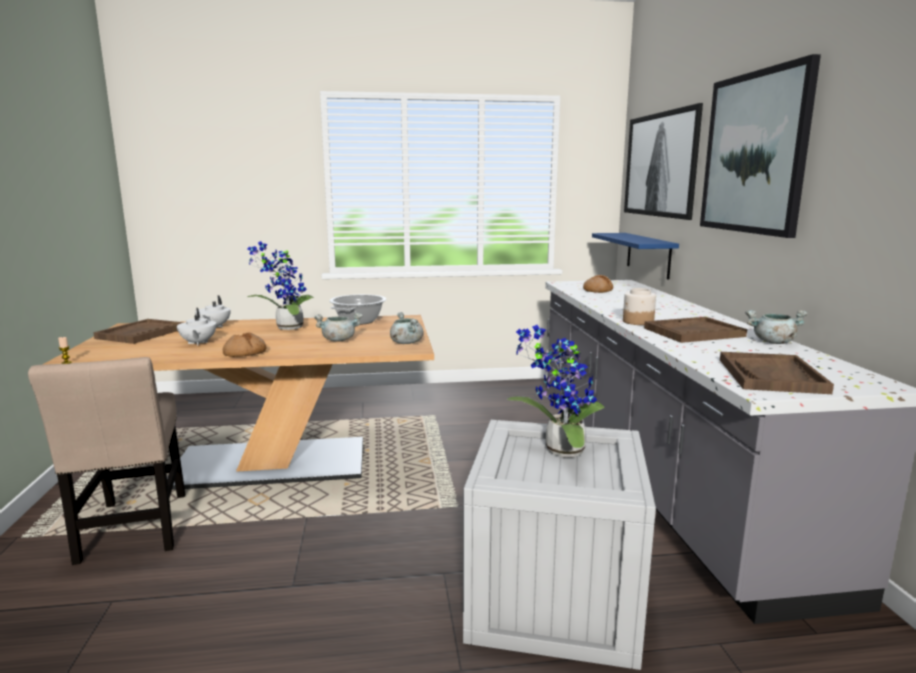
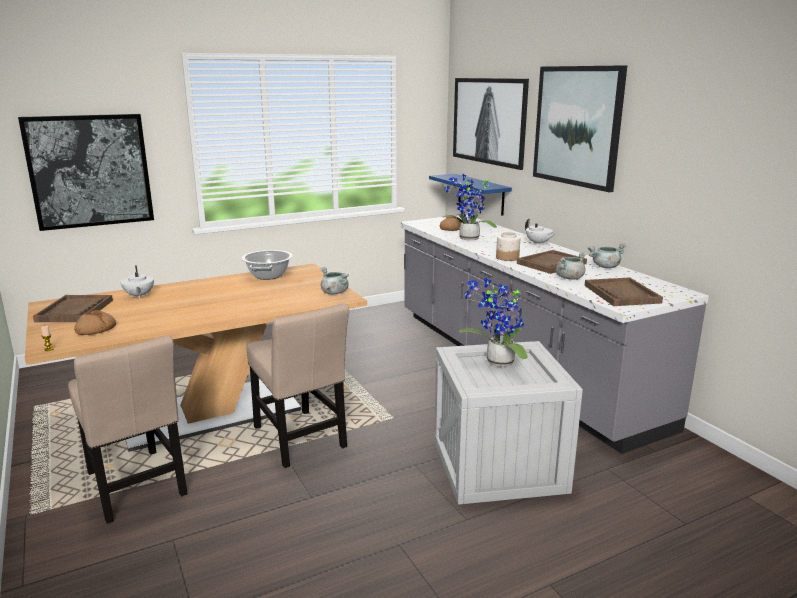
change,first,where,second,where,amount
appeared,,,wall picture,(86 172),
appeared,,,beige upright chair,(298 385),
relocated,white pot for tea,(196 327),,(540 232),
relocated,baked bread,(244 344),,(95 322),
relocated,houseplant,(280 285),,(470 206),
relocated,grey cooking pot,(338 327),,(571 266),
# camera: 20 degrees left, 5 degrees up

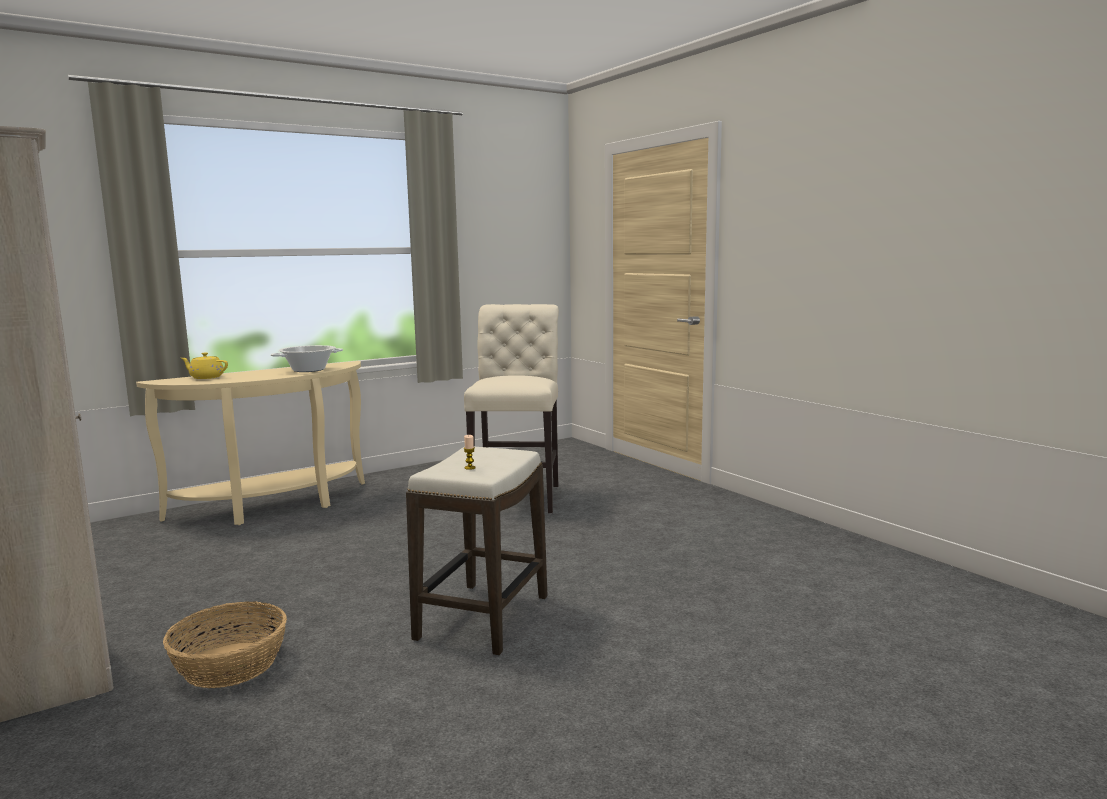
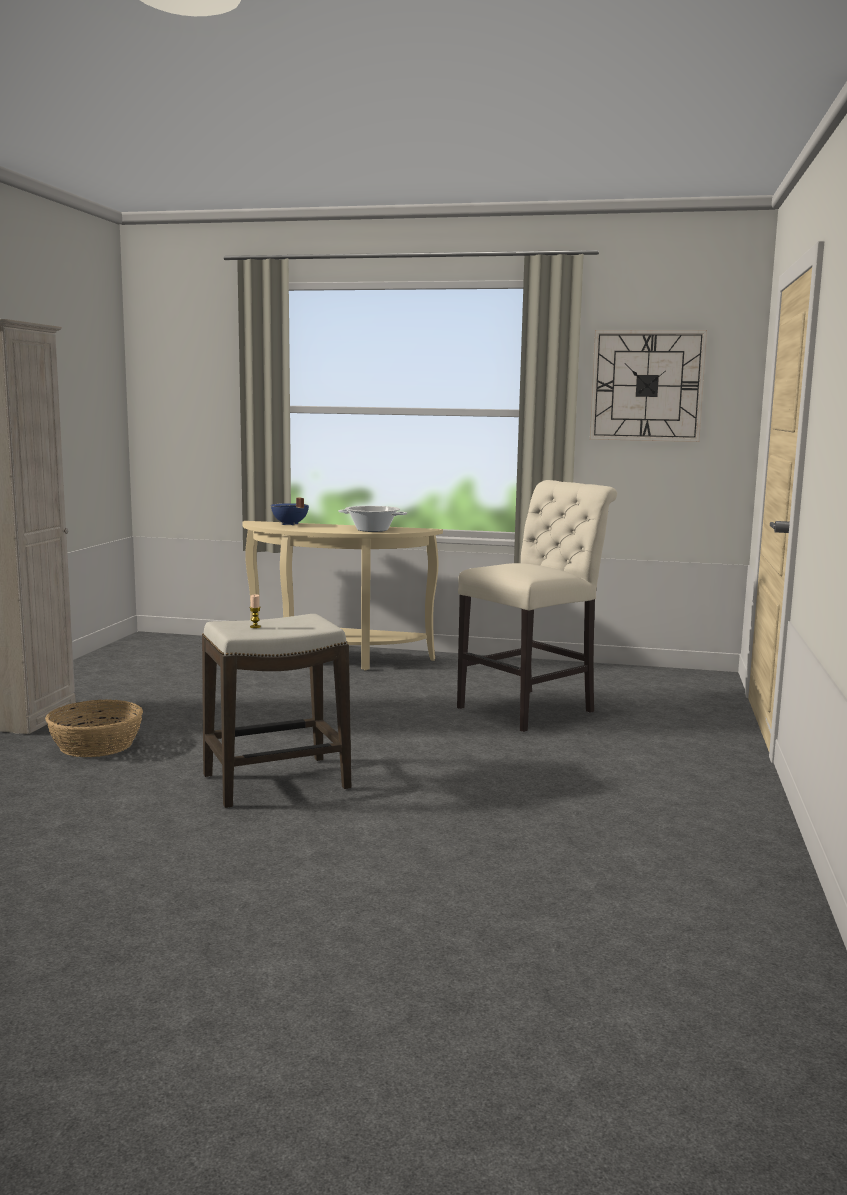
change,first,where,second,where,amount
appeared,,,clock on the wall,(648 386),
exchanged,yellowish pot for tea,(204 366),bluish cooking pot,(290 511),
# camera: 45 degrees right, 0 degrees up

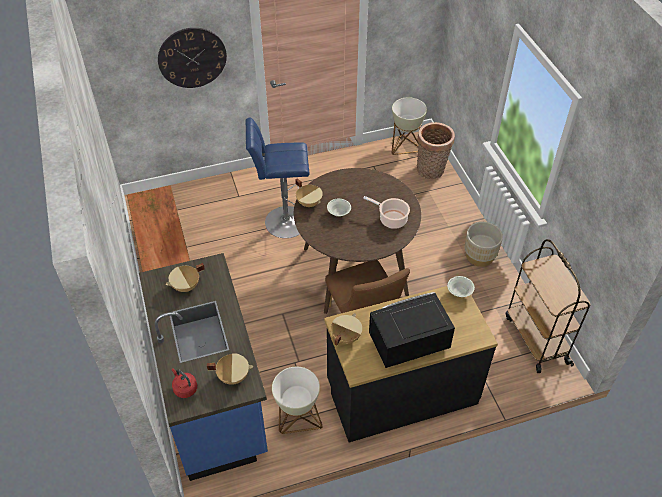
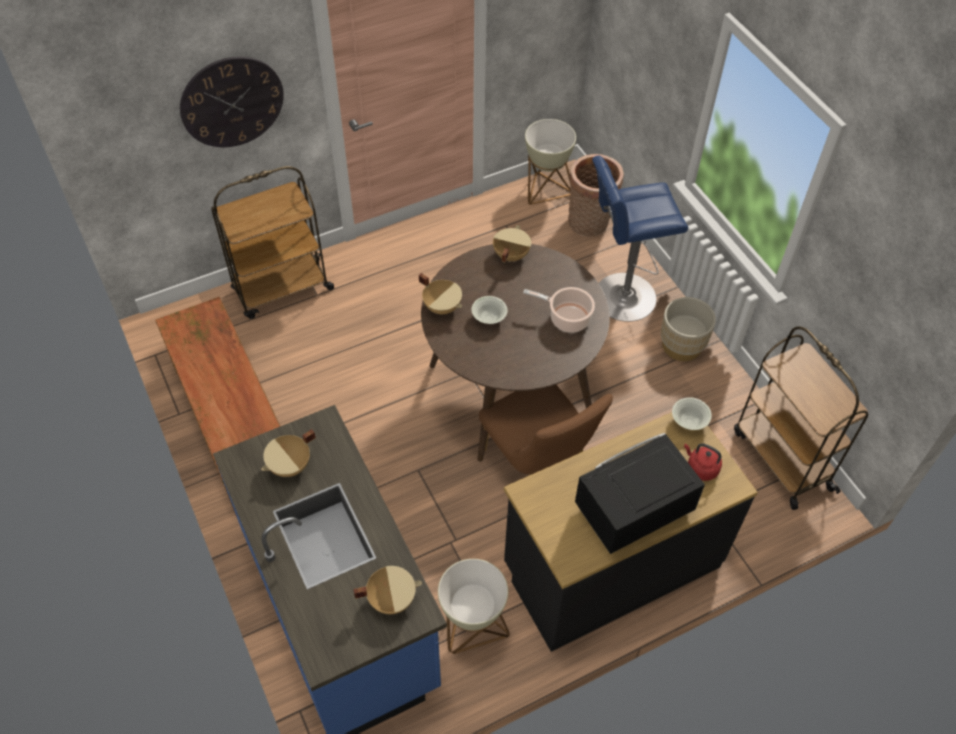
change,first,where,second,where,amount
appeared,,,brown-coloured trolley,(272 242),
relocated,reddish water kettle,(184 383),,(703 462),
relocated,bluish stool,(278 178),,(640 238),
relocated,beige cooking pot,(346 329),,(512 244),
# camera: 10 degrees left, 5 degrees up

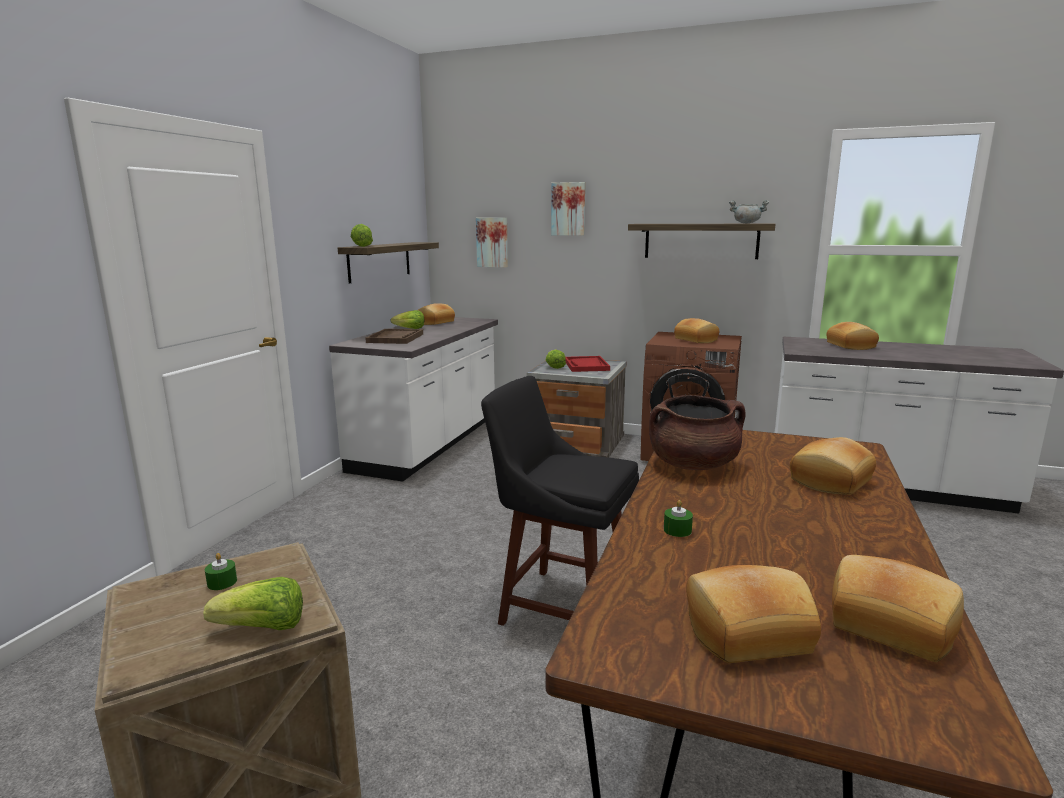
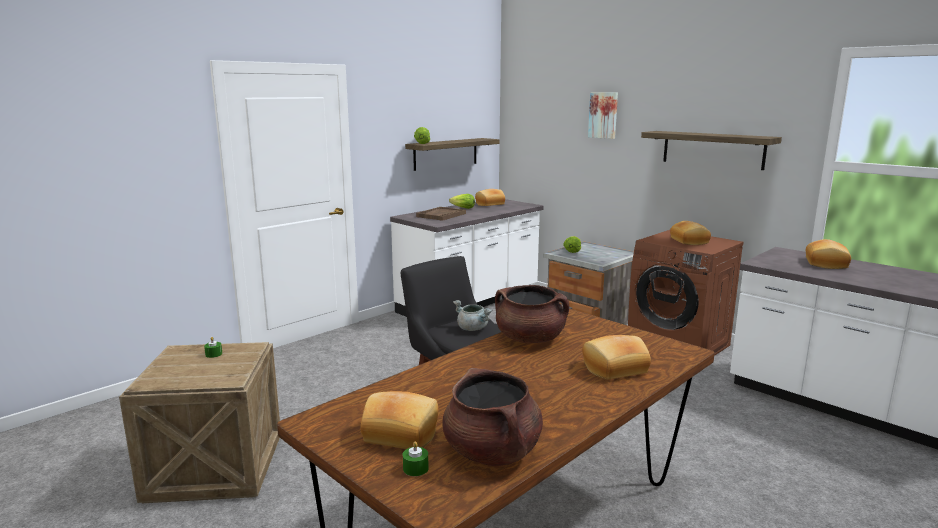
change,first,where,second,where,amount
missing,head of lettuce,(253 603),,,
missing,wall picture,(492 243),,,
missing,reddish tray,(587 364),,,
relocated,green-coloured candle,(678 518),,(416 458),
relocated,grey cooking pot,(749 211),,(472 315),
exchanged,baked bread,(898 608),brown-coloured cooking pot,(492 417),
# camera: 25 degrees right, 0 degrees up

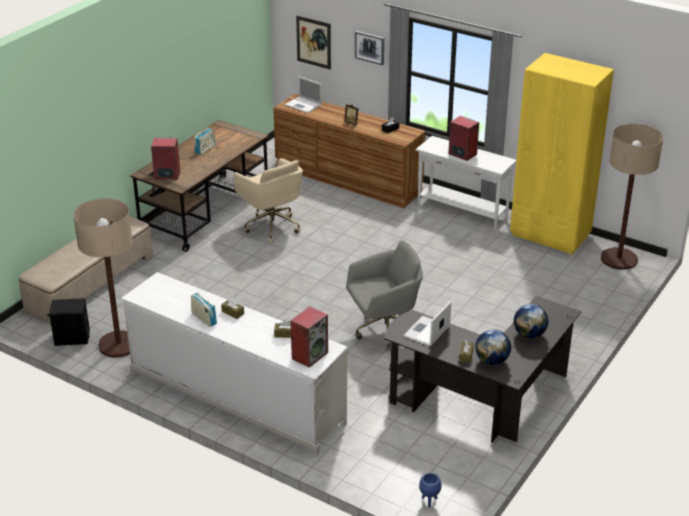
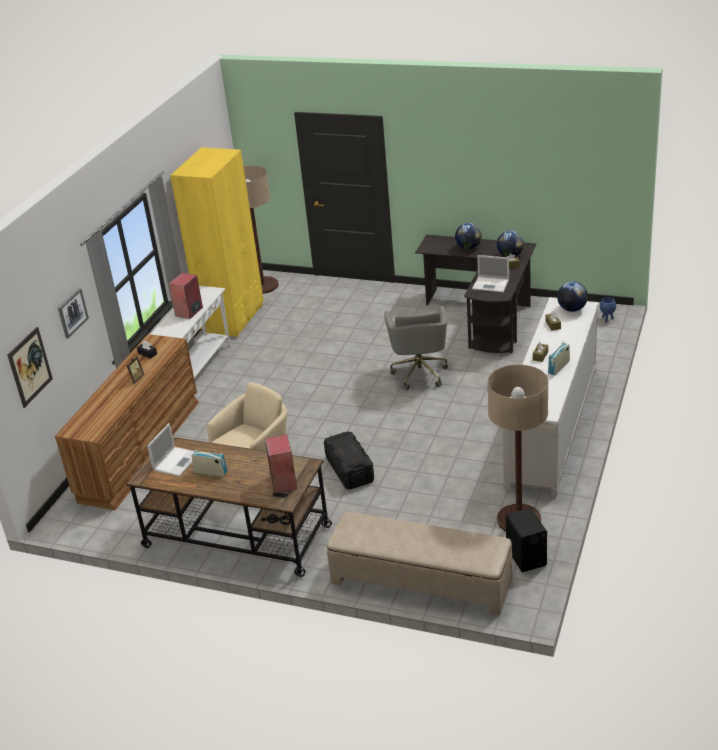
change,first,where,second,where,amount
appeared,,,blackish storage container,(349 461),
relocated,laptop,(303 94),,(170 450),
exchanged,loudspeaker,(309 337),desk globe,(572 296),
spun,grey office chair,(384 295),,(416 348),150 degrees counterclockwise
# camera: 100 degrees left, 0 degrees up

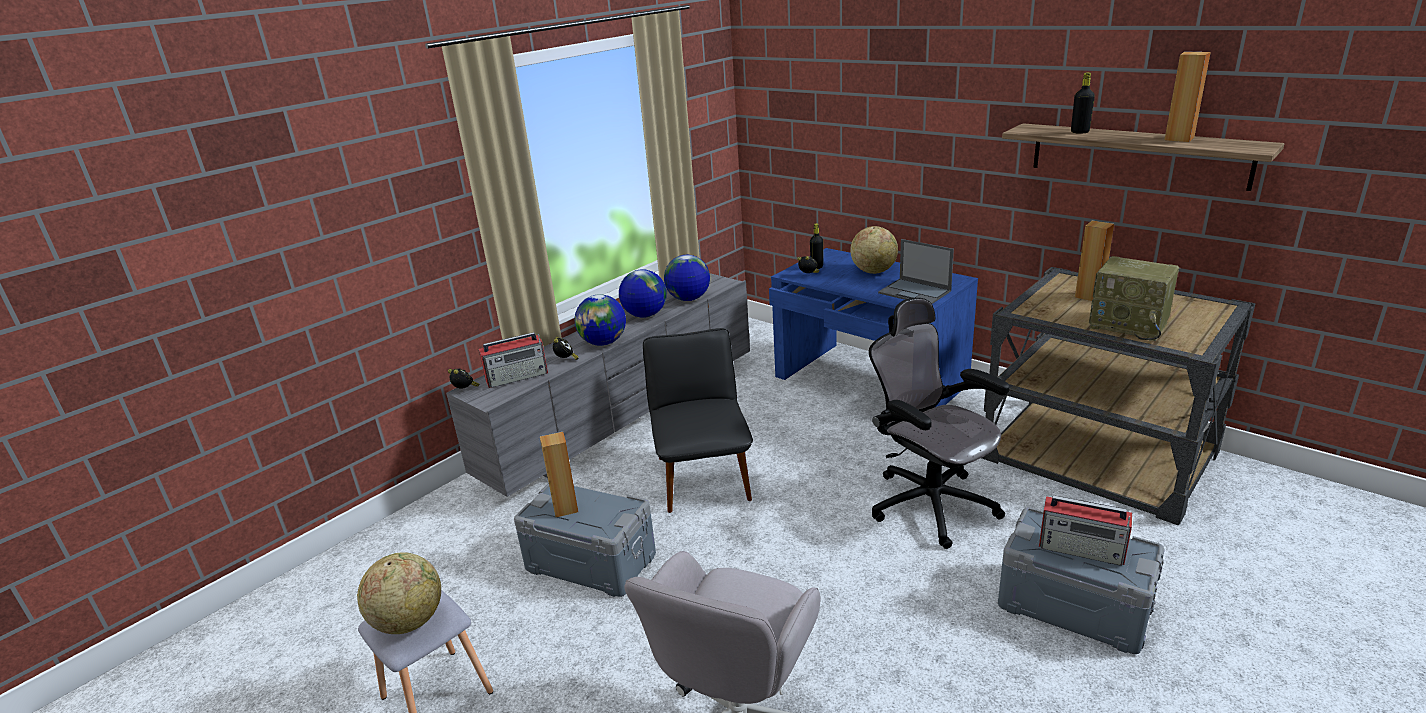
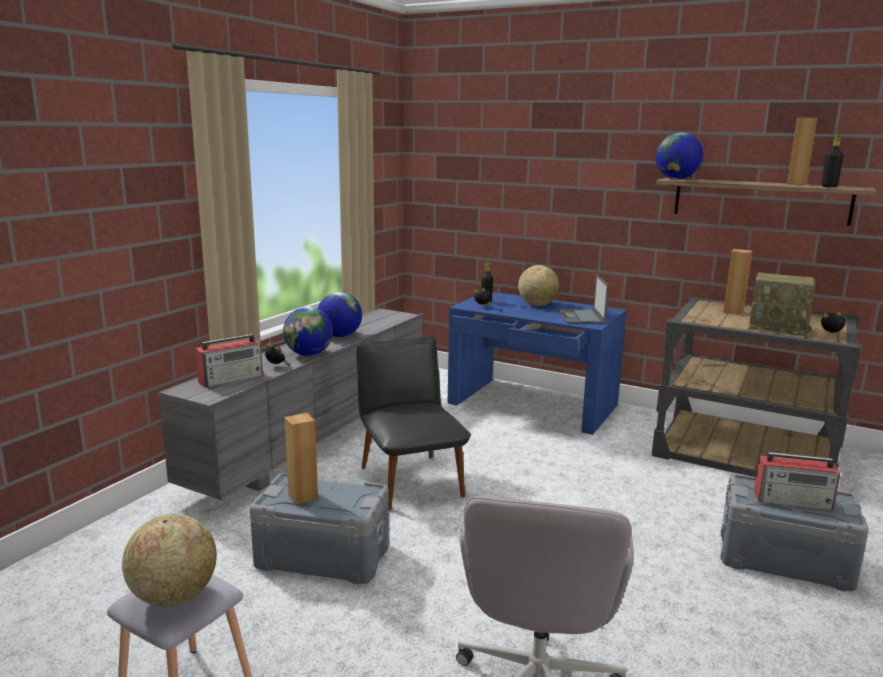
change,first,where,second,where,amount
missing,office chair,(939 423),,,
relocated,bedside clock,(463 379),,(833 322),
relocated,desk globe,(687 278),,(679 156),
relocated,blackish beverage bottle,(1083 103),,(832 161),
spun,laptop,(916 271),,(584 299),60 degrees clockwise
# camera: 15 degrees left, 10 degrees down

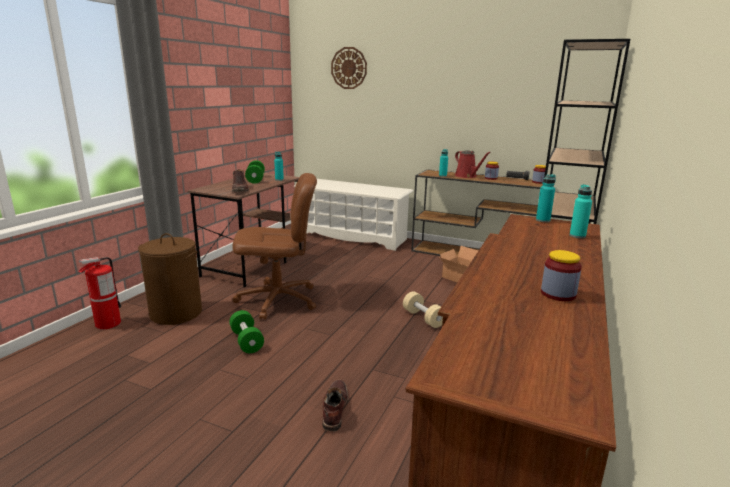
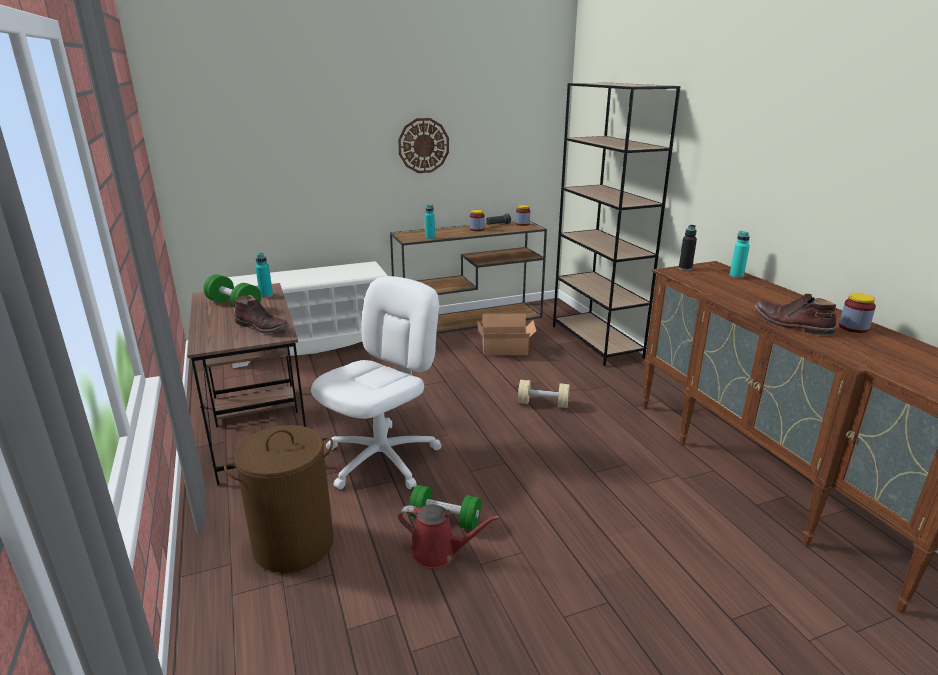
change,first,where,second,where,amount
missing,fire extinguisher,(100 293),,,
relocated,brown-coloured high-top boot,(335 405),,(795 314),
relocated,clock on the wall,(349 68),,(423 145),
relocated,reddish sprinkling can,(473 164),,(449 536),
colour,brown-coloured office chair,(274 246),white office chair,(376 382),
colour,blue-green beverage bottle,(546 198),blackish beverage bottle,(688 248),
# camera: 45 degrees left, 5 degrees up

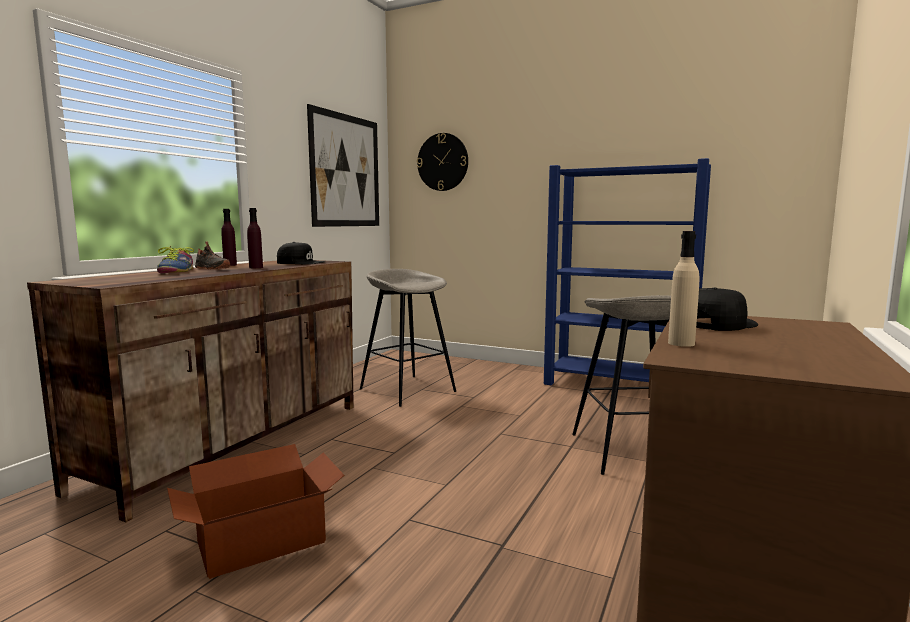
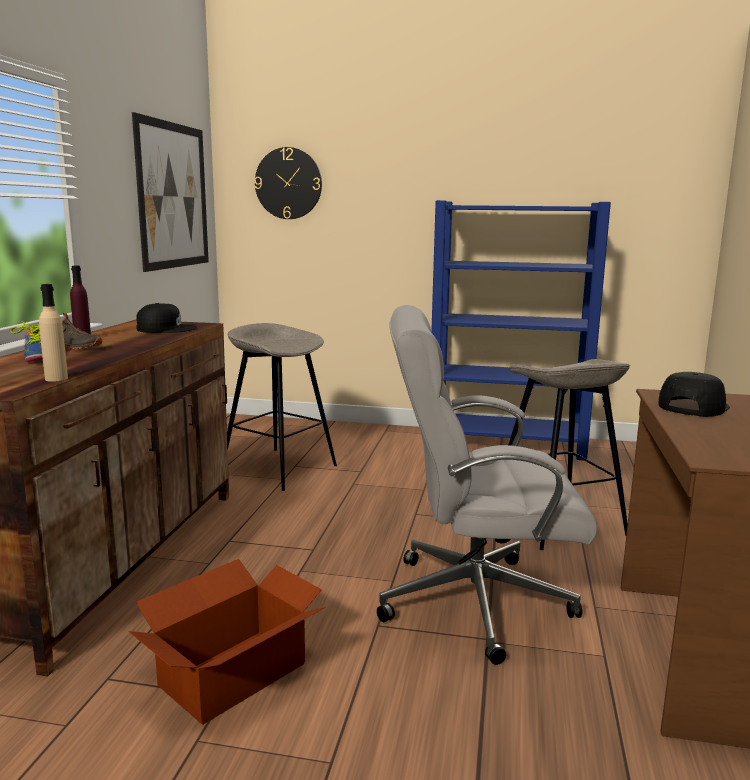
change,first,where,second,where,amount
missing,purple-coloured beverage bottle,(255 238),,,
appeared,,,grey office chair,(487 485),
relocated,beige beverage bottle,(684 289),,(53 333),
# camera: 15 degrees left, 5 degrees up

